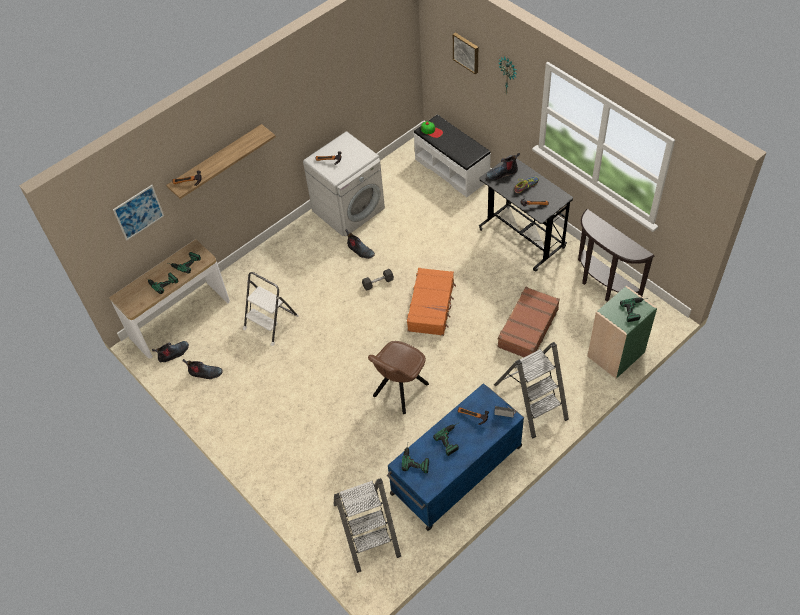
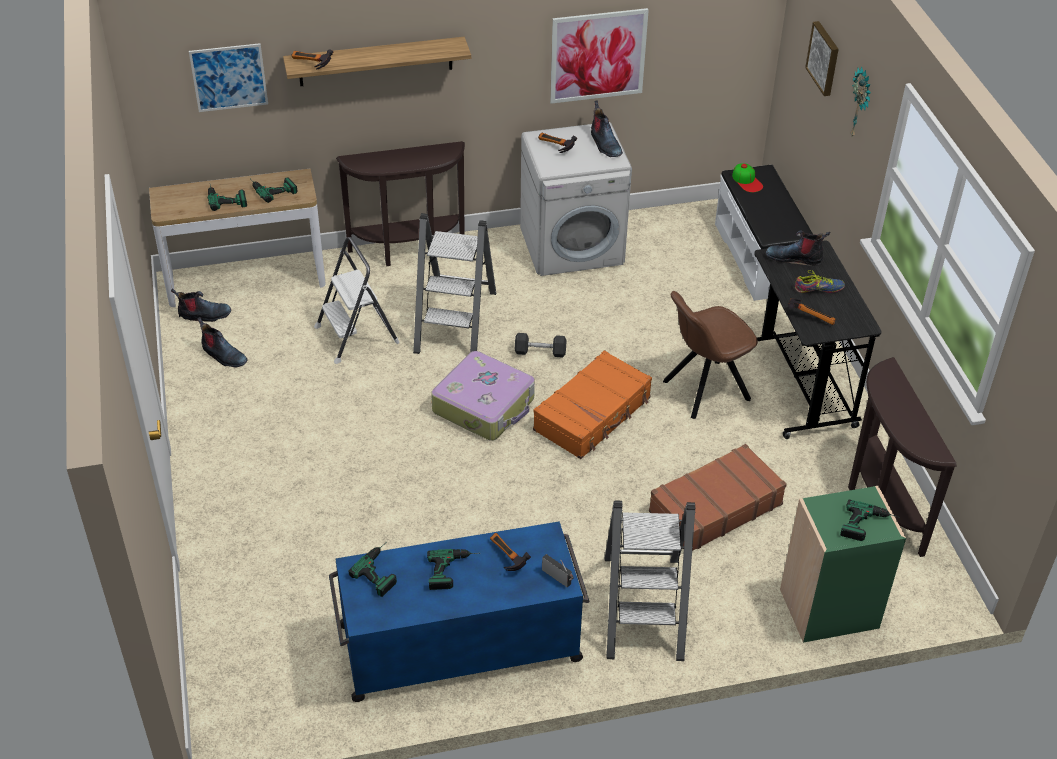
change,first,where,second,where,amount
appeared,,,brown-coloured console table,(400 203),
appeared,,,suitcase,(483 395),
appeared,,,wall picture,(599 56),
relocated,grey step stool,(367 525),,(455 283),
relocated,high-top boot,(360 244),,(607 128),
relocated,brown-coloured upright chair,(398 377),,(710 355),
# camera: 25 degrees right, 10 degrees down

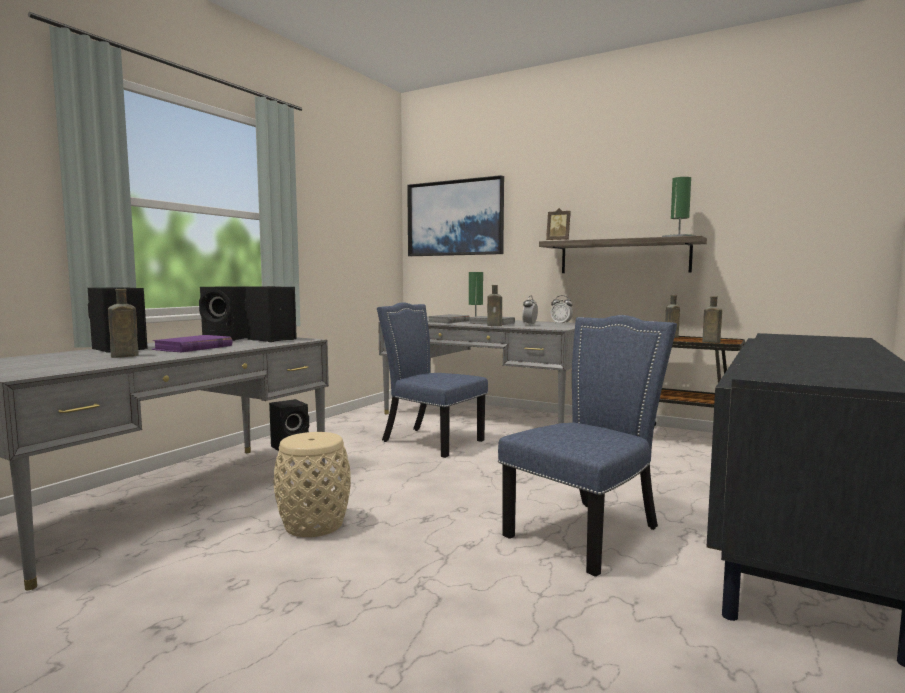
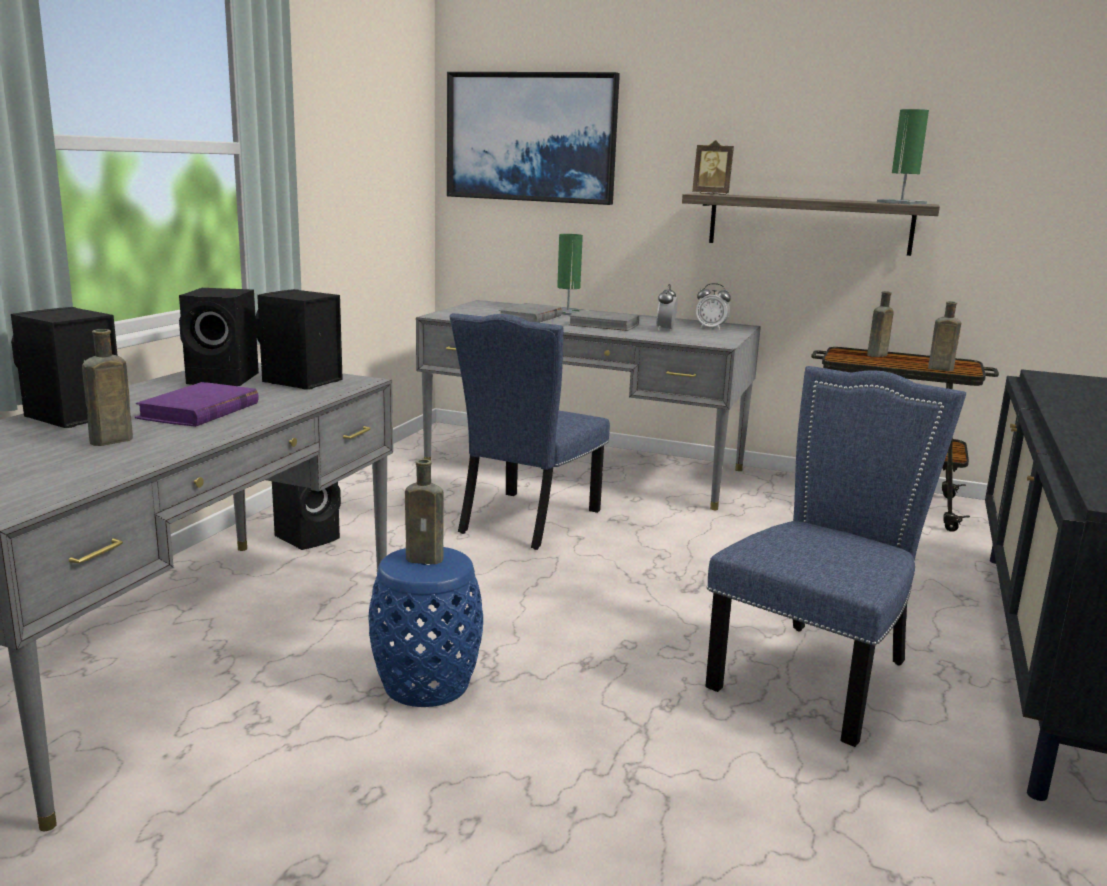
change,first,where,second,where,amount
relocated,brown-coloured beverage bottle,(494 305),,(424 511),
colour,beige stool,(312 484),bluish stool,(425 627),
spun,bluish upright chair,(432 380),,(530 431),90 degrees counterclockwise
# camera: 10 degrees left, 10 degrees up

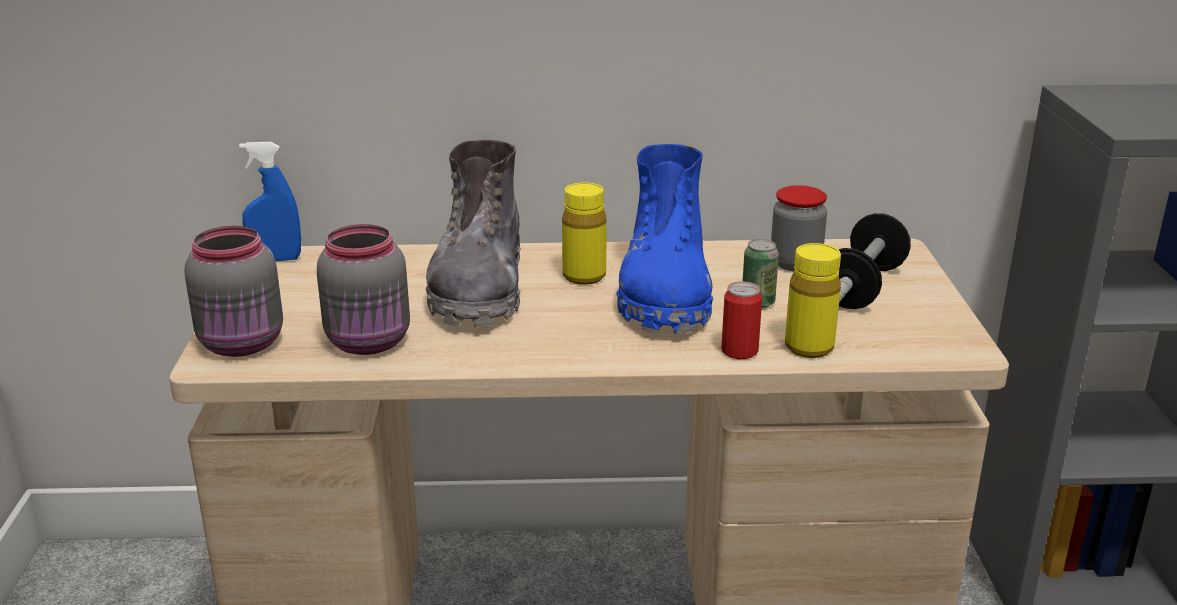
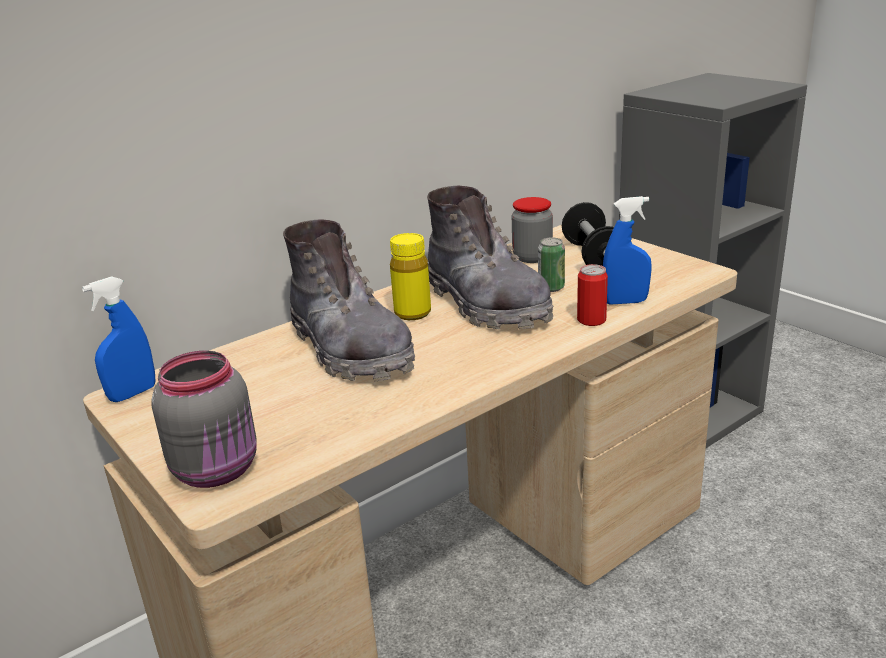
change,first,where,second,where,amount
missing,grey jar,(363 289),,,
exchanged,yellowish beverage bottle,(813 300),bluish sprayer,(627 250),
colour,bluish high-top boot,(664 239),grey high-top boot,(490 258),
# camera: 35 degrees left, 0 degrees up

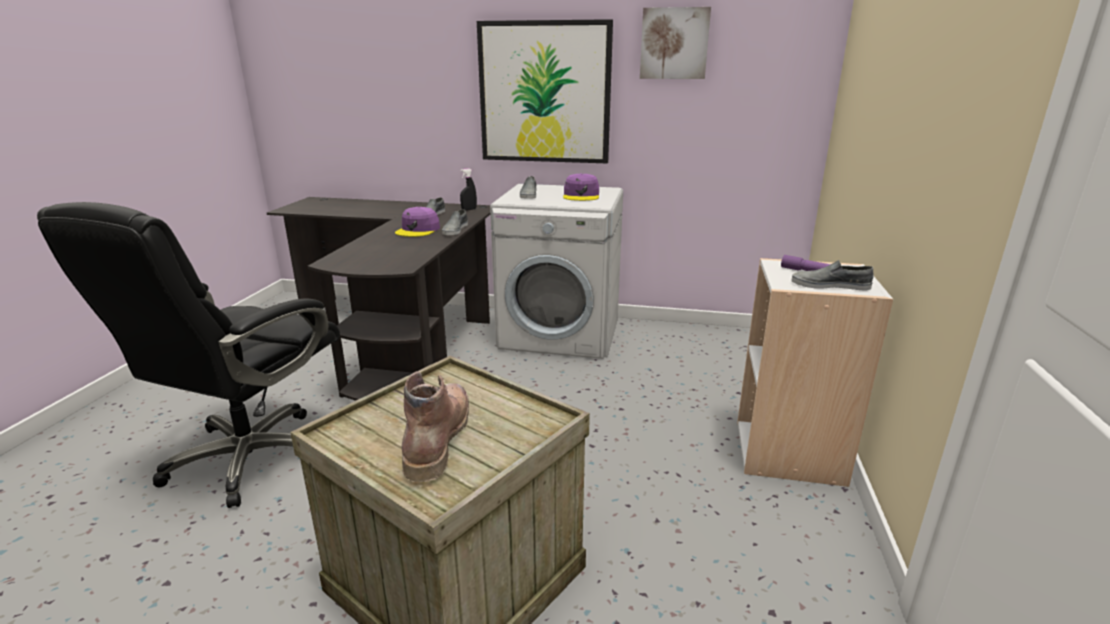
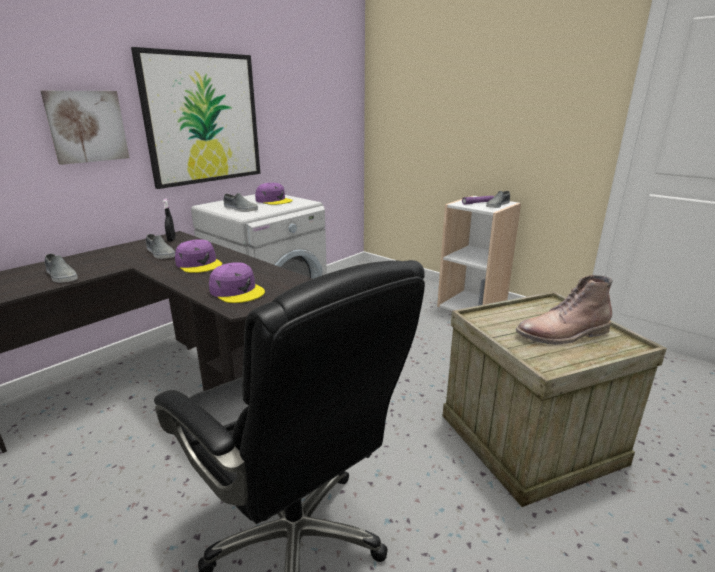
change,first,where,second,where,amount
appeared,,,purple-coloured cap,(237 282),
relocated,grey item of footwear,(455 222),,(61 268),
relocated,wall picture,(675 43),,(85 128),
spun,brown-coloured high-top boot,(435 426),,(564 310),45 degrees counterclockwise
# camera: 60 degrees left, 0 degrees up

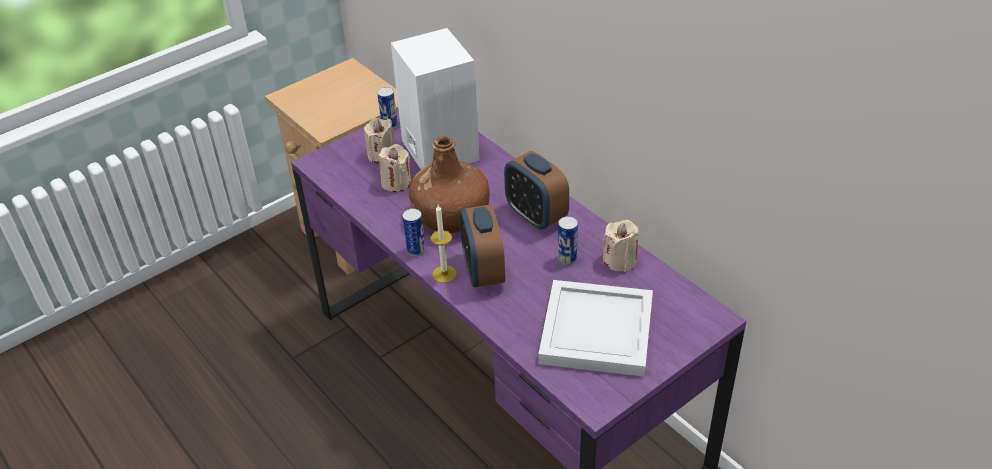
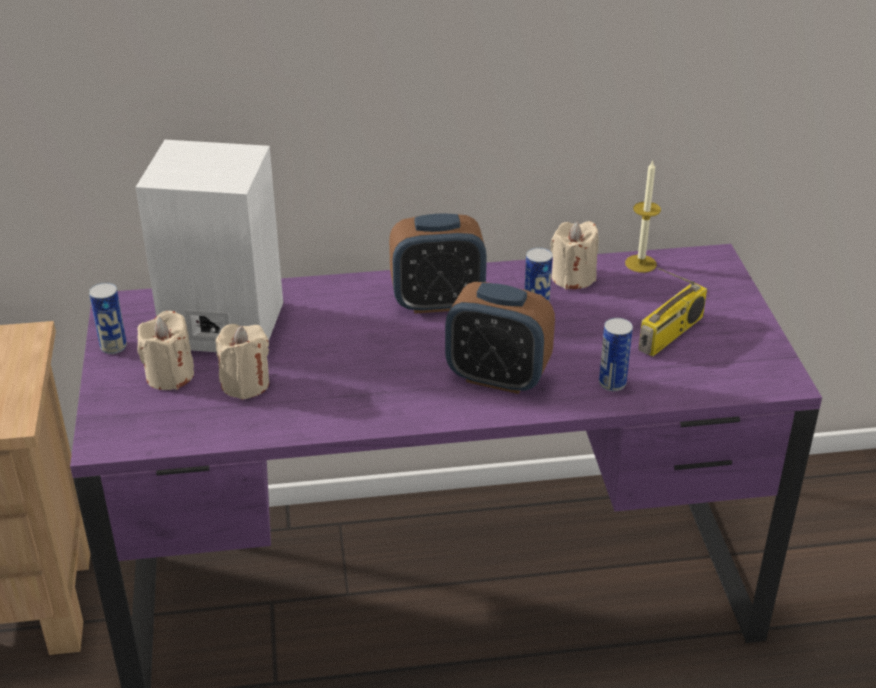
change,first,where,second,where,amount
missing,brown-coloured beverage bottle,(449 184),,,
relocated,sealed can,(413 232),,(616 354),
relocated,candle,(444 244),,(643 216),
exchanged,white tray,(595 328),radio,(672 312),
# camera: 60 degrees left, 5 degrees down

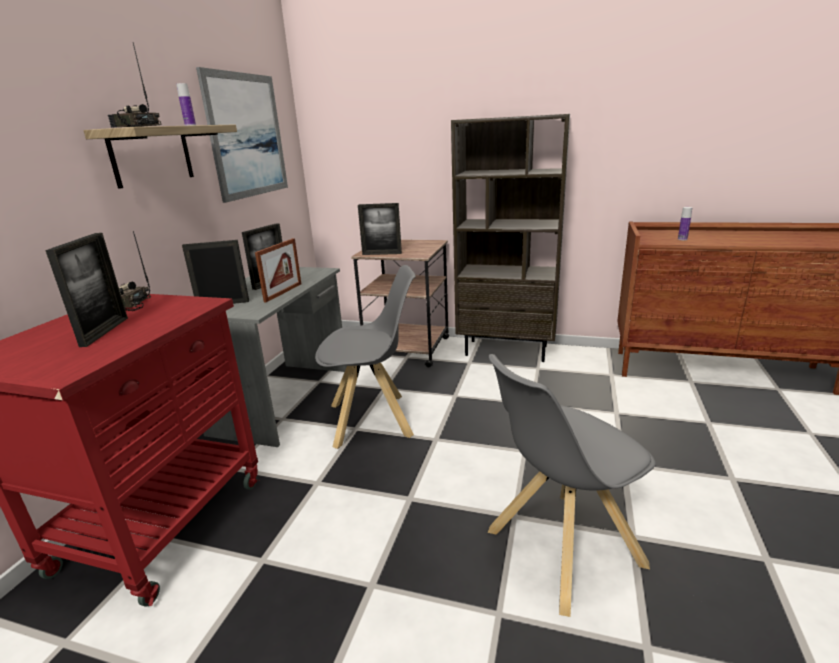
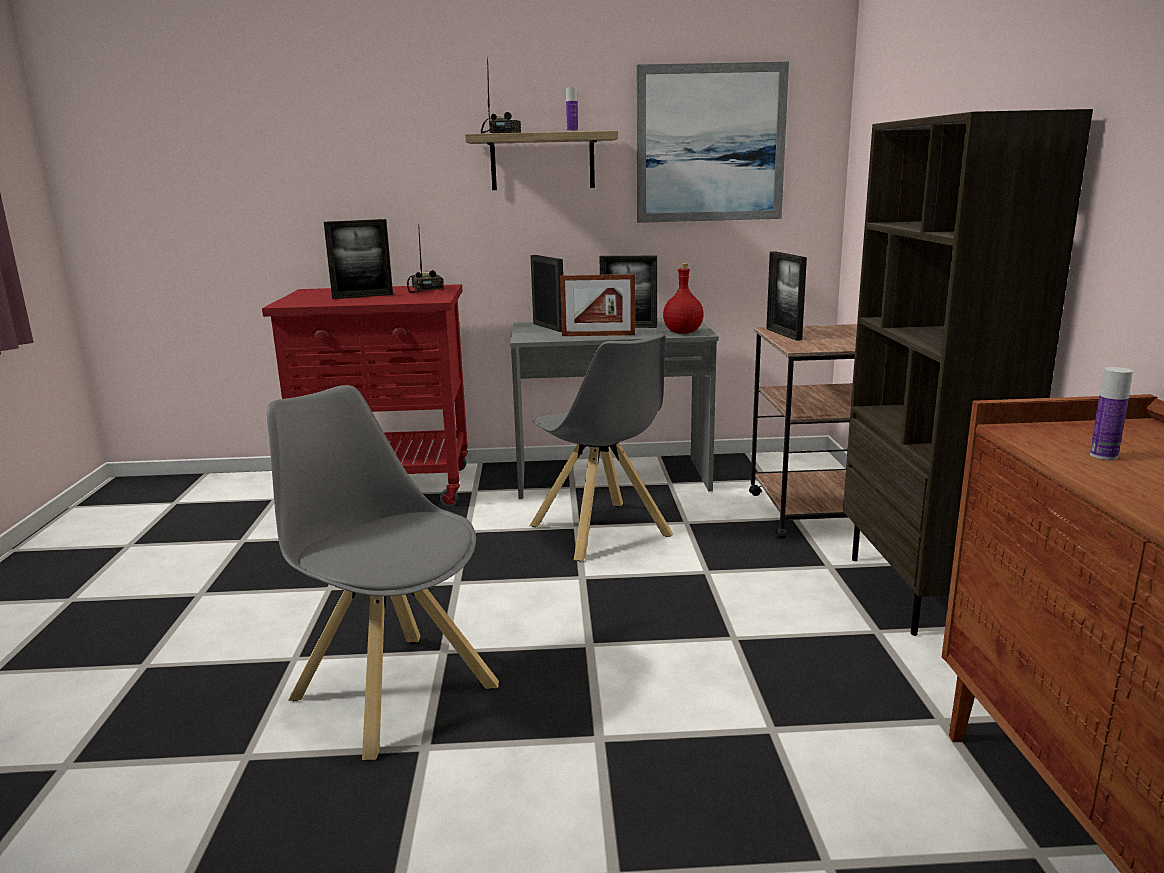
change,first,where,second,where,amount
appeared,,,reddish beverage bottle,(683 298),
# camera: 70 degrees right, 5 degrees down

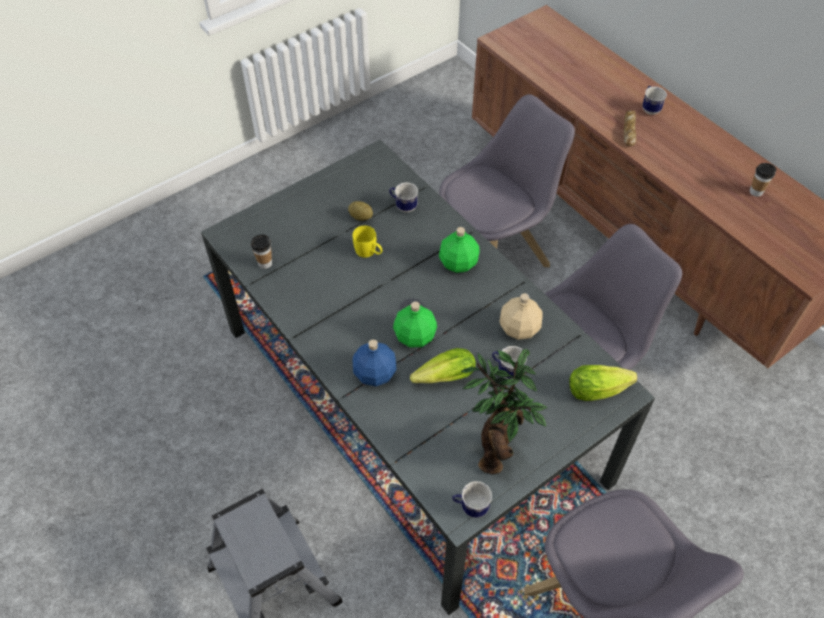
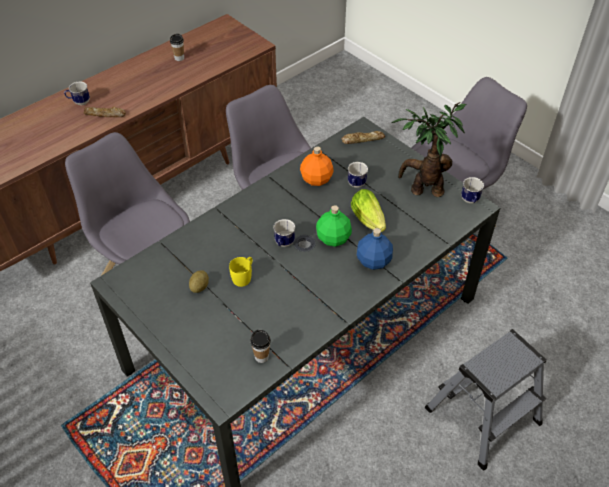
change,first,where,second,where,amount
missing,green-coloured beverage bottle,(459 250),,,
relocated,coffee mug,(403 197),,(284 233),
exchanged,head of lettuce,(603 383),baked bread,(363 137),
colour,beige beverage bottle,(521 316),orange-coloured beverage bottle,(317 166),
# camera: 95 degrees left, 5 degrees down

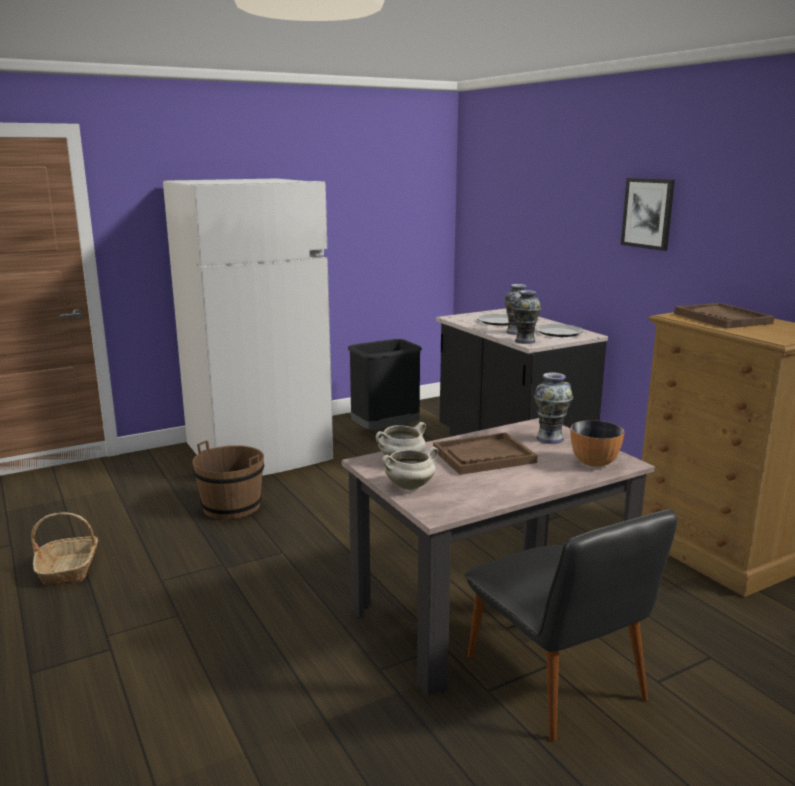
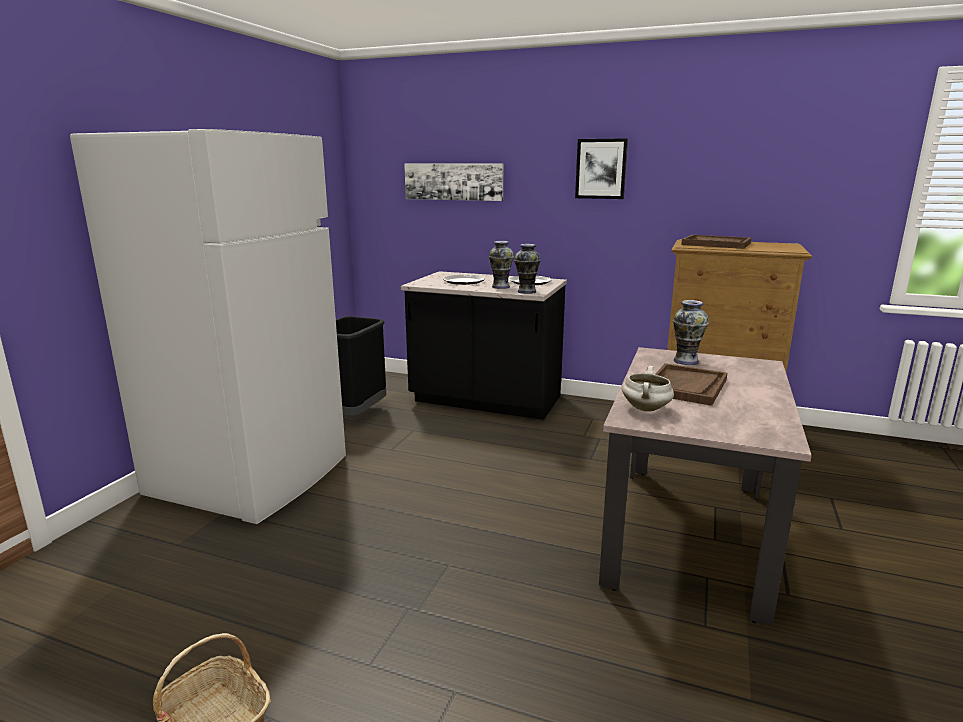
change,first,where,second,where,amount
missing,brown-coloured pail,(228 479),,,
missing,white cooking pot,(410 468),,,
missing,blackish upright chair,(571 625),,,
missing,deep dish,(597 443),,,
appeared,,,wall picture,(453 182),
# camera: 40 degrees left, 0 degrees up

